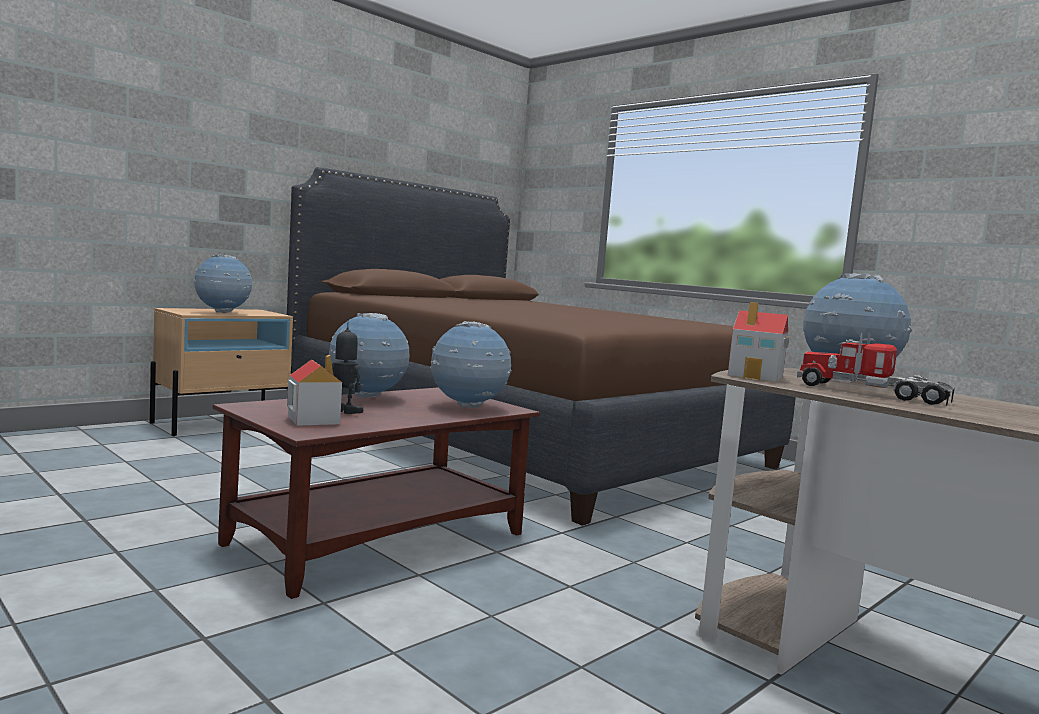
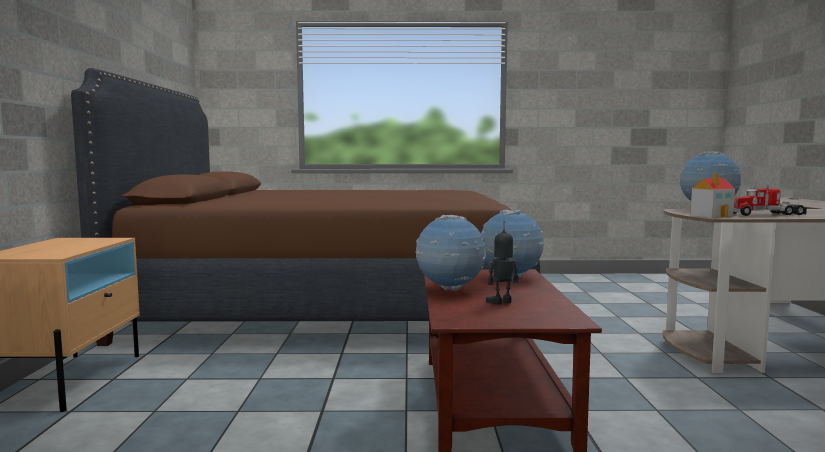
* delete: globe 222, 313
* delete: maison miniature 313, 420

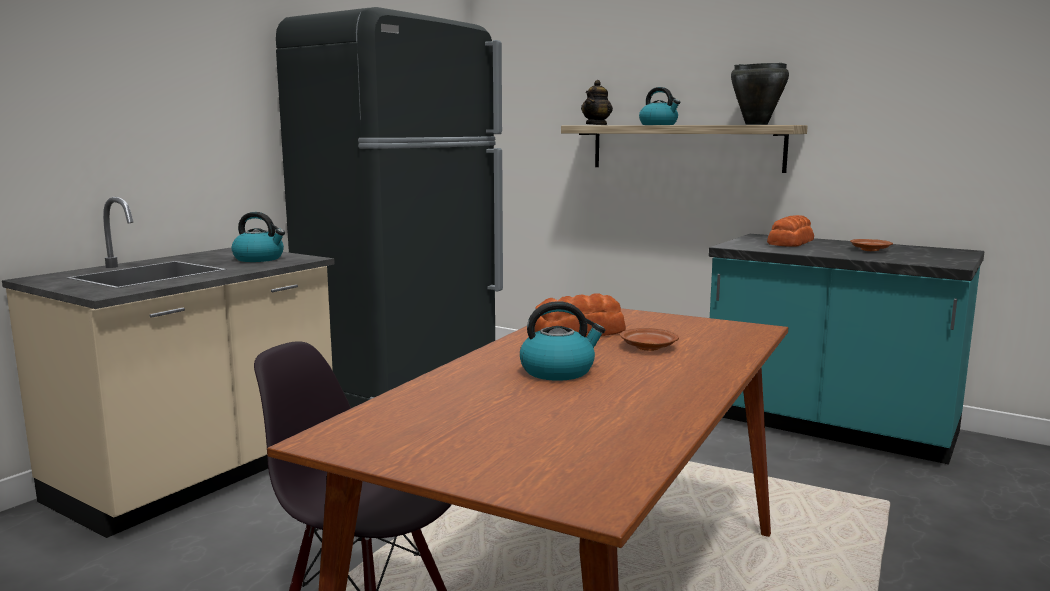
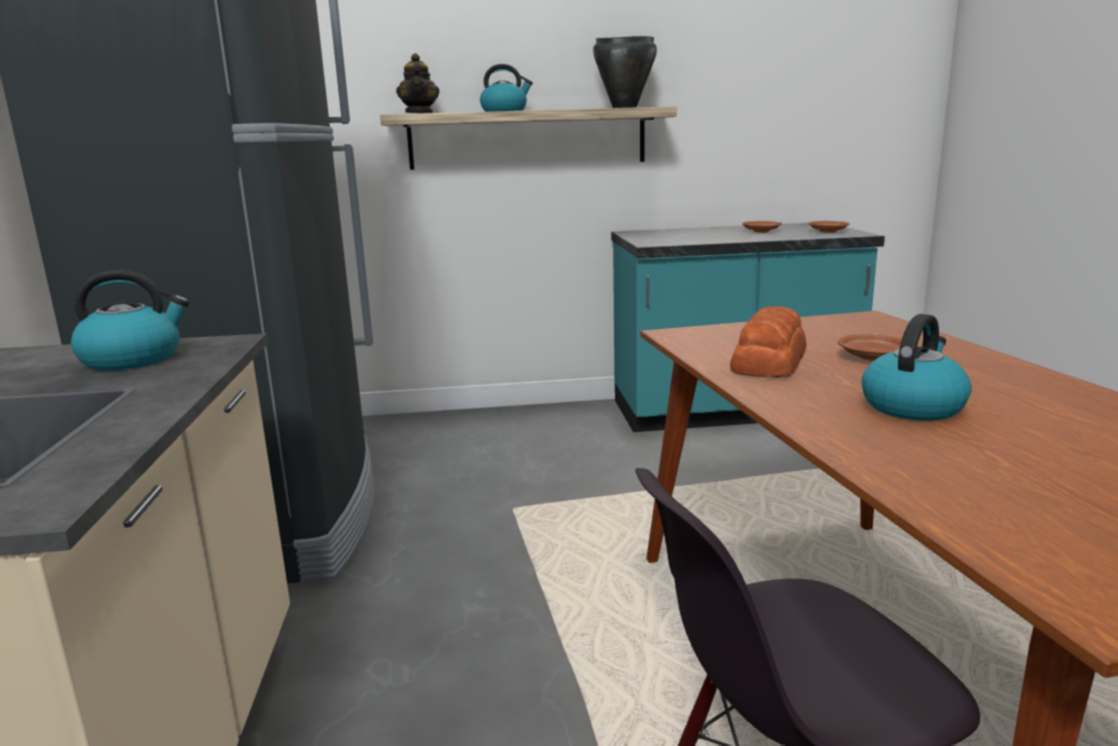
* delete: pain 790, 242
* insert: assiette/marron 827, 231

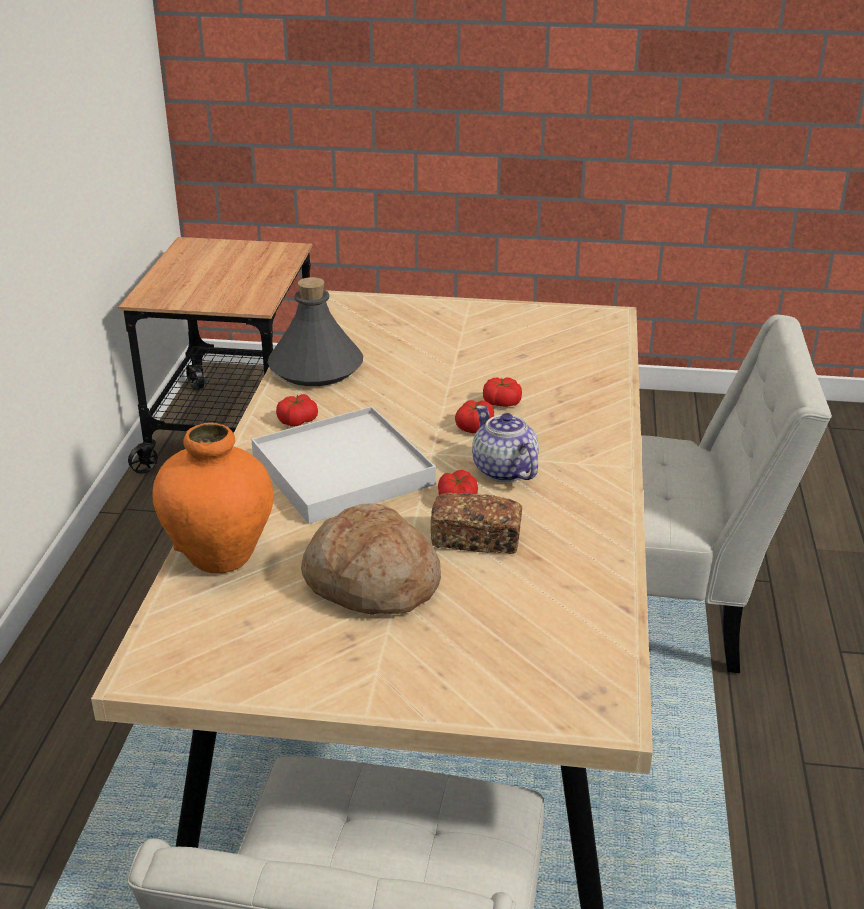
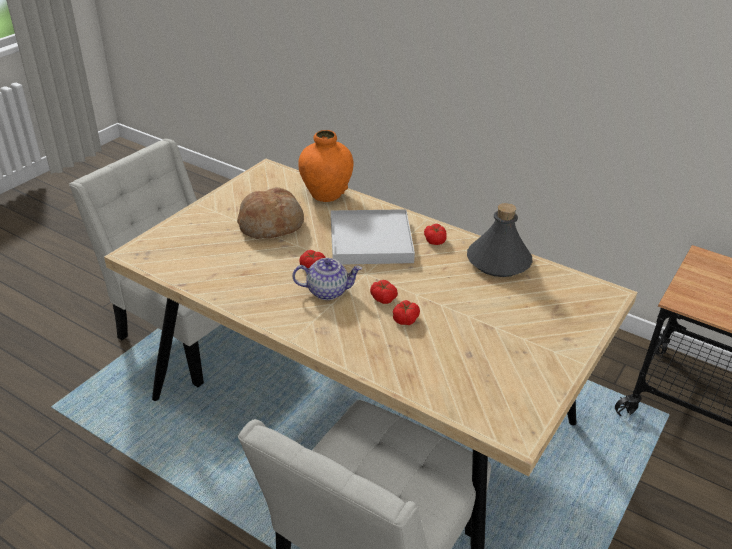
* delete: pain 476, 539

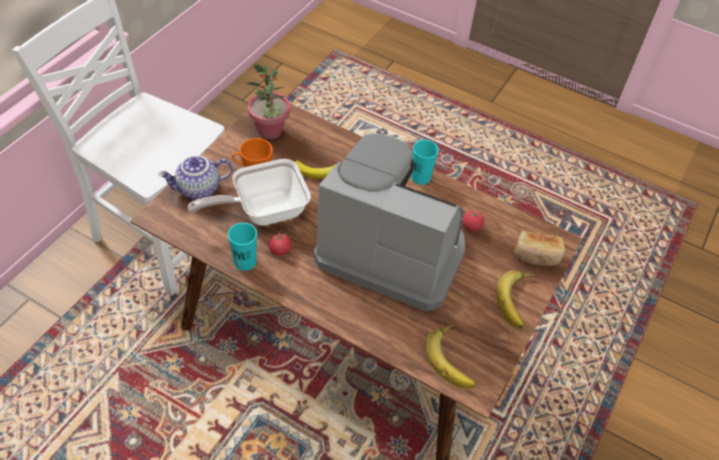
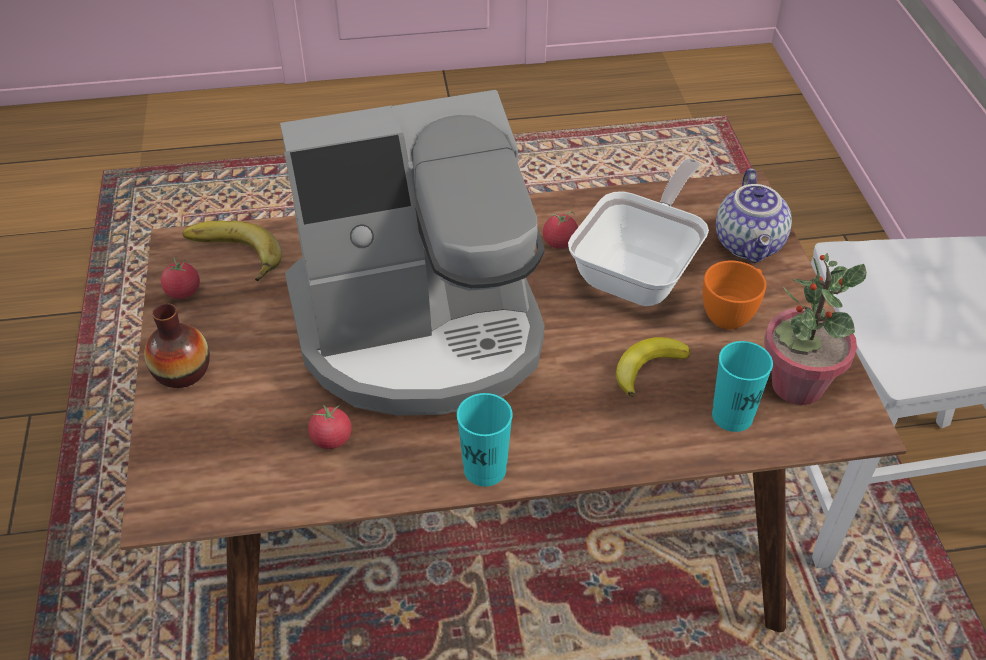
* rotate: théière 198, 190 = 750, 245 150 degrees clockwise
* move: tasse/turquoise 245, 262 to 732, 416
* delete: pain 536, 255
* replace: banane 519, 301 to vase 182, 372
* insert: tomate 183, 292

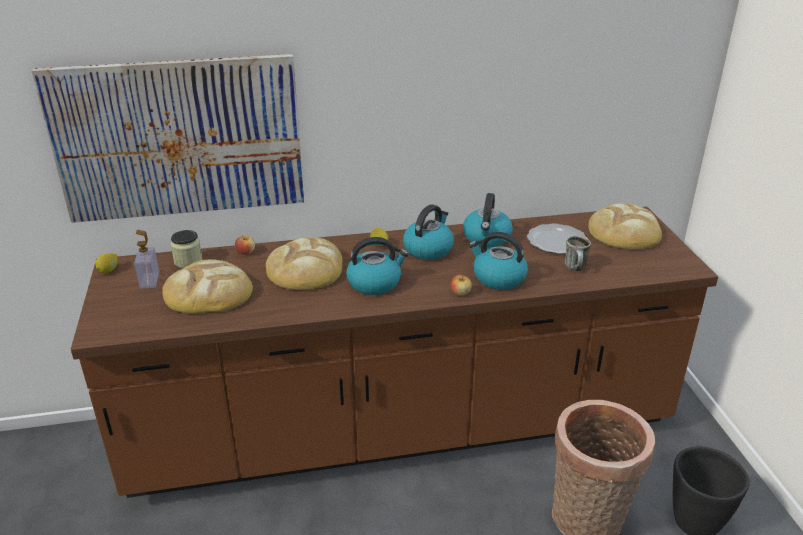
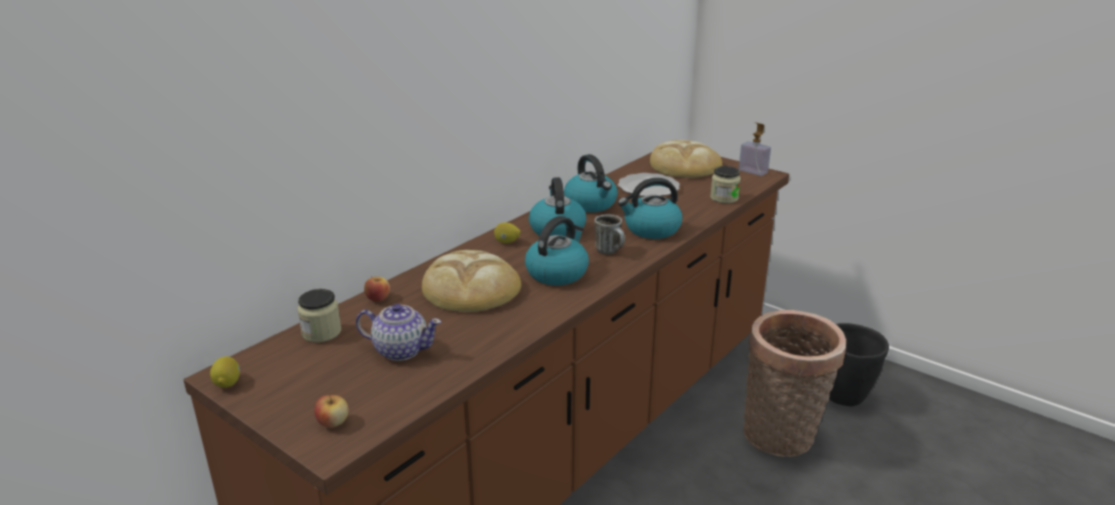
* delete: tableau 179, 139
* move: distributeur de savon 149, 280 to 753, 171
* move: mug 576, 269 to 611, 251
* replace: pain 208, 292 to théière 400, 350
* move: pomme 460, 293 to 333, 423
* insert: bocal 724, 198

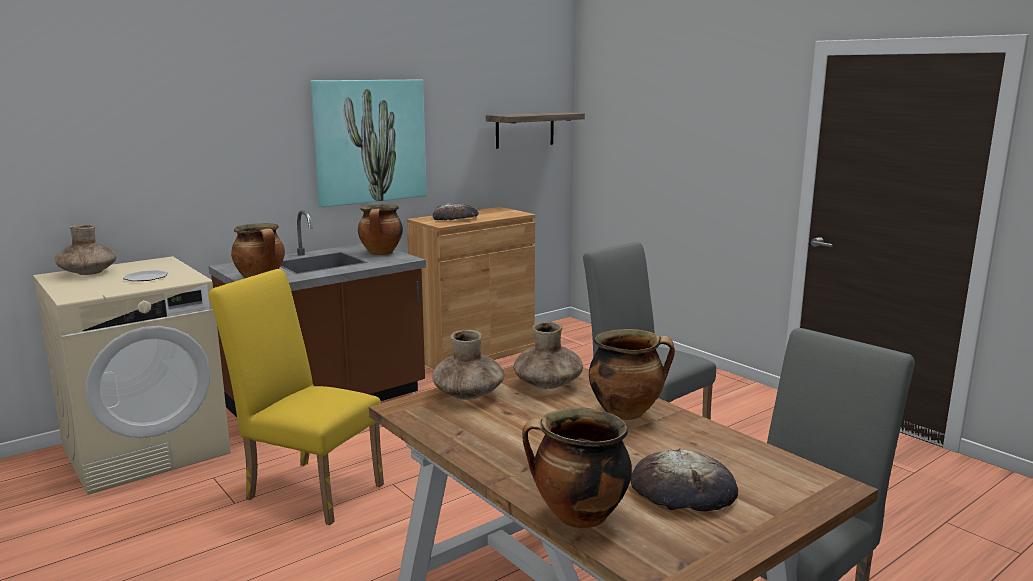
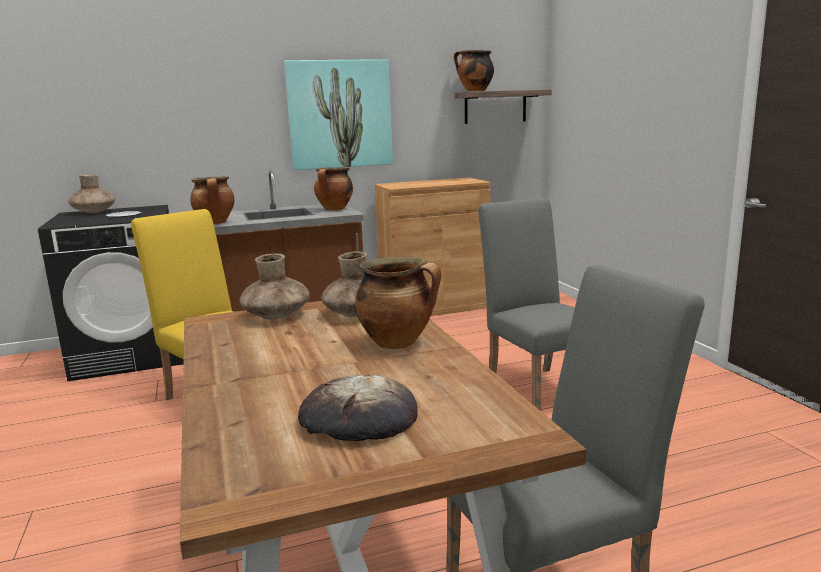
* delete: pain 456, 218
* recolor: lave-linge/beige 147, 449 to lave-linge/noir 133, 355
* move: marmite 577, 517 to 474, 91

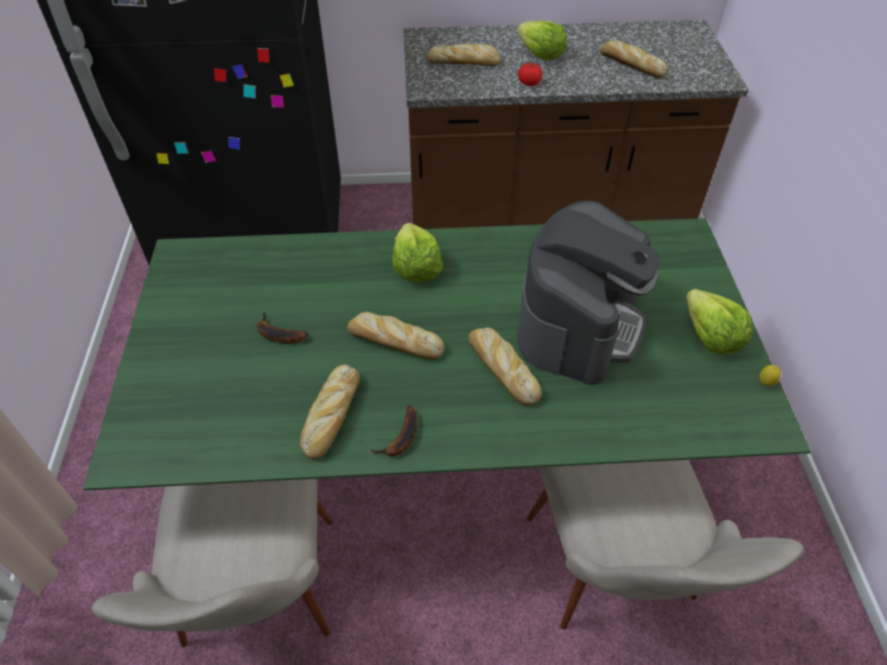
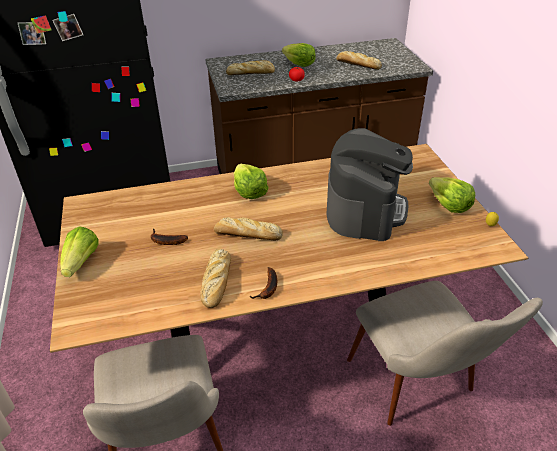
* recolor: table à manger/vert 443, 458 to table à manger/marron 280, 331
* delete: pain 501, 368
* insert: laitue 81, 262

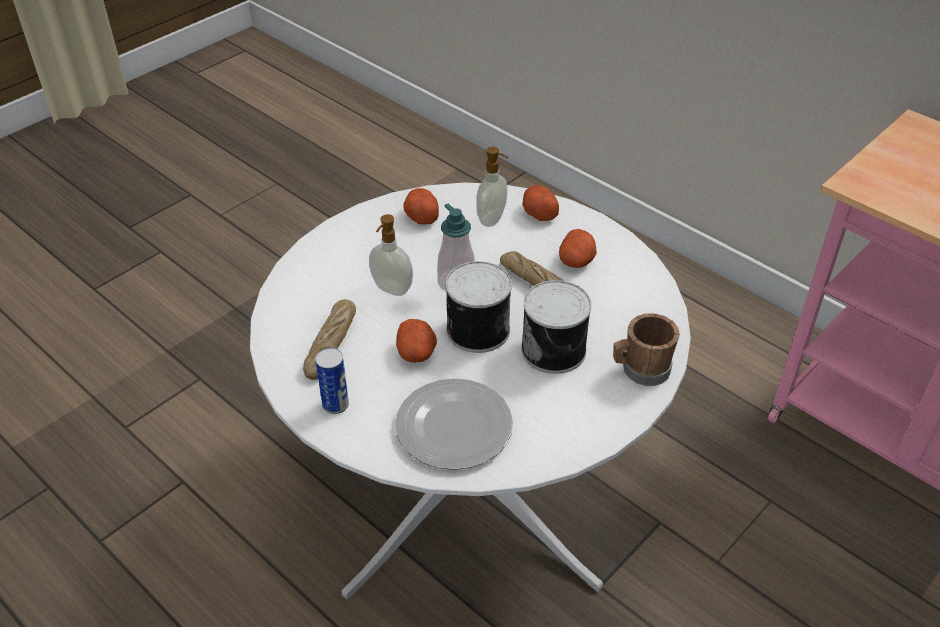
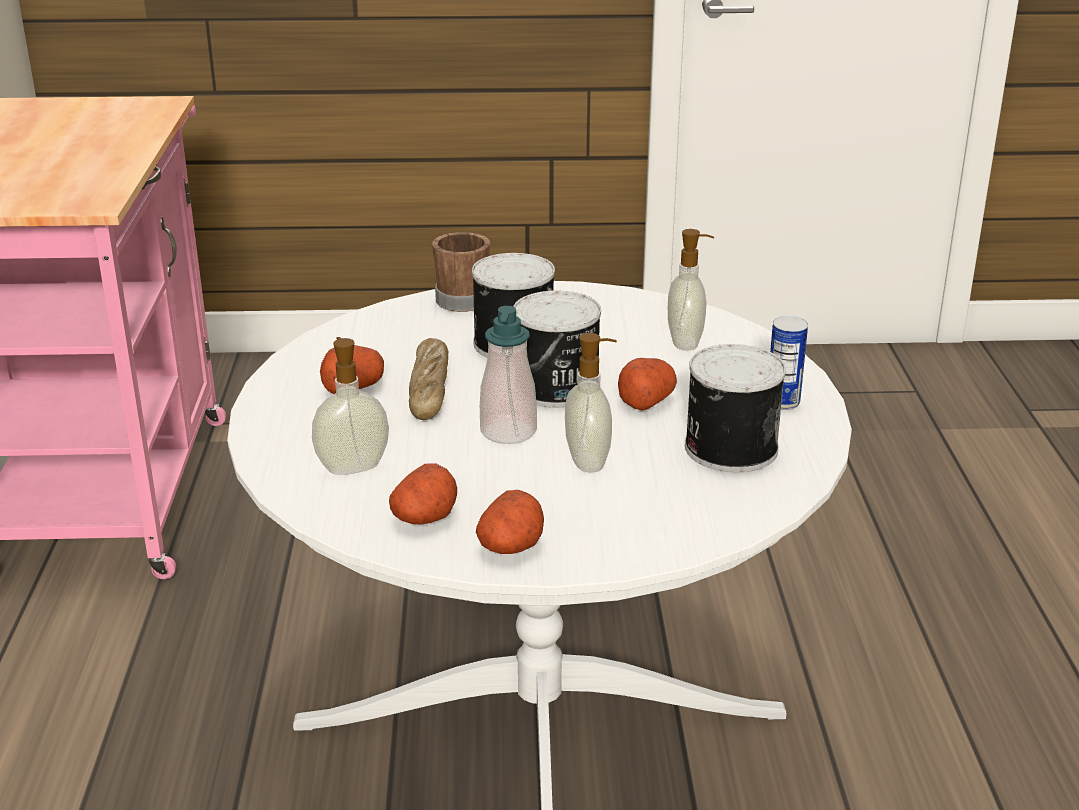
* move: pomme de terre 539, 213 to 511, 545
* replace: pain 331, 344 to boîte métallique 728, 447
* replace: assiette 455, 427 to distributeur de savon 686, 343

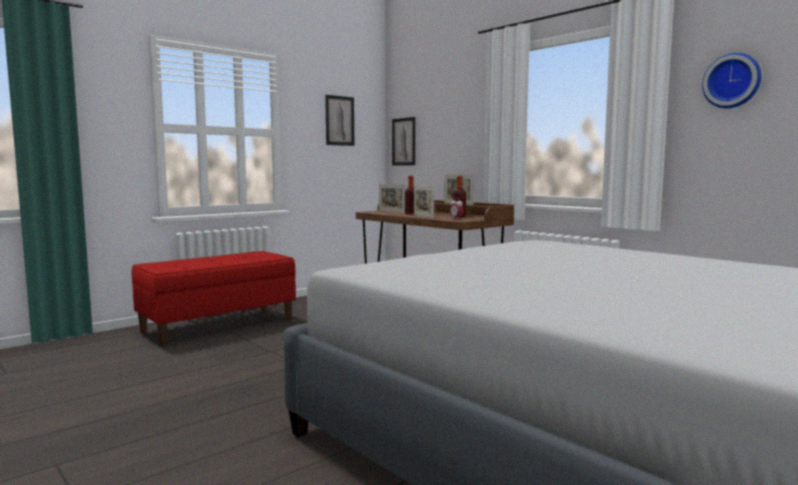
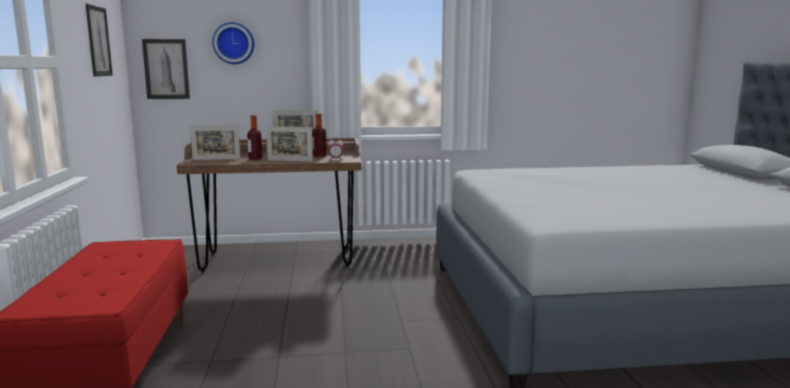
* move: horloge murale 732, 81 to 234, 43

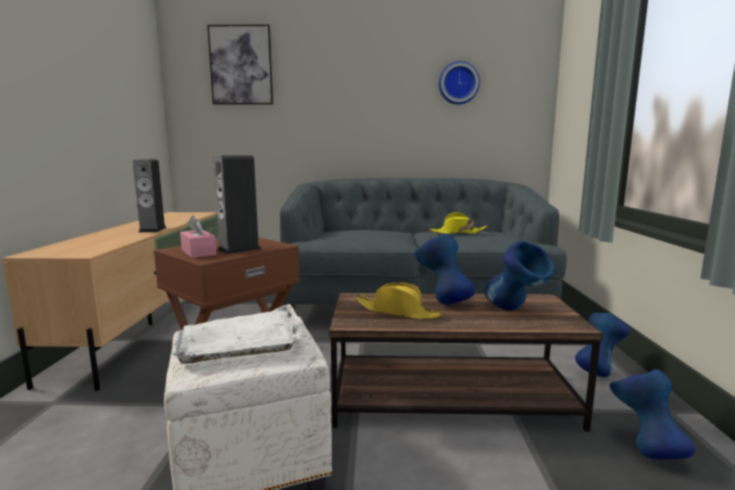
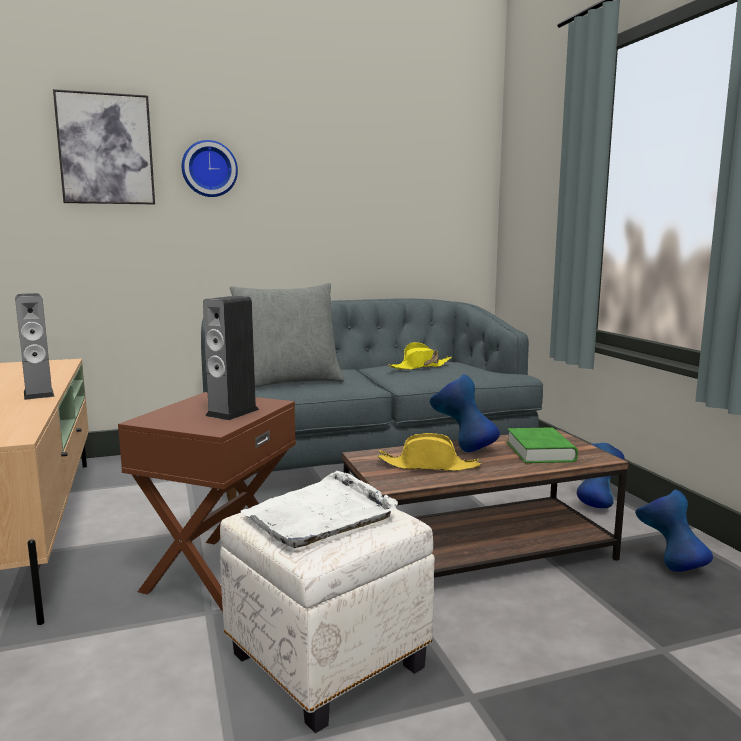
* move: horloge murale 458, 83 to 209, 169
* delete: boîte à mouchoirs/rose 198, 252
* replace: vase/bleu 515, 312 to livre/vert 540, 451
* insert: coussin/gris 289, 382

